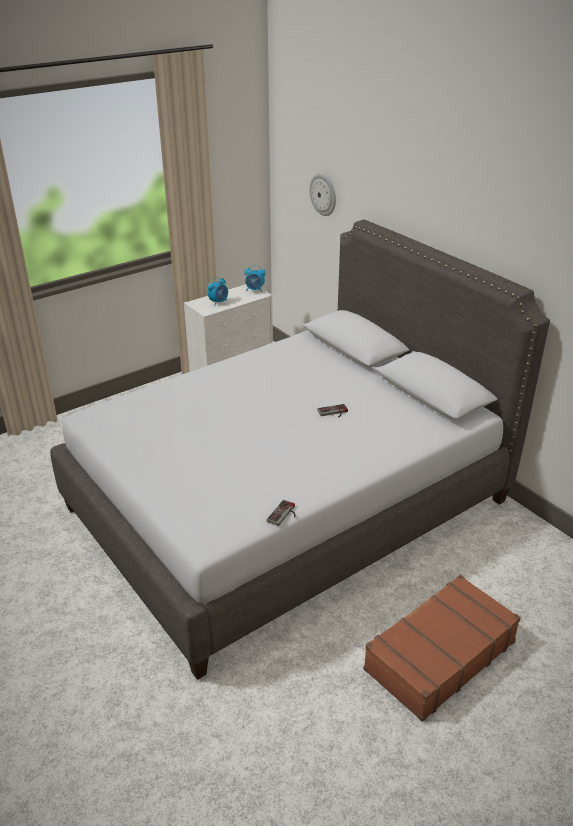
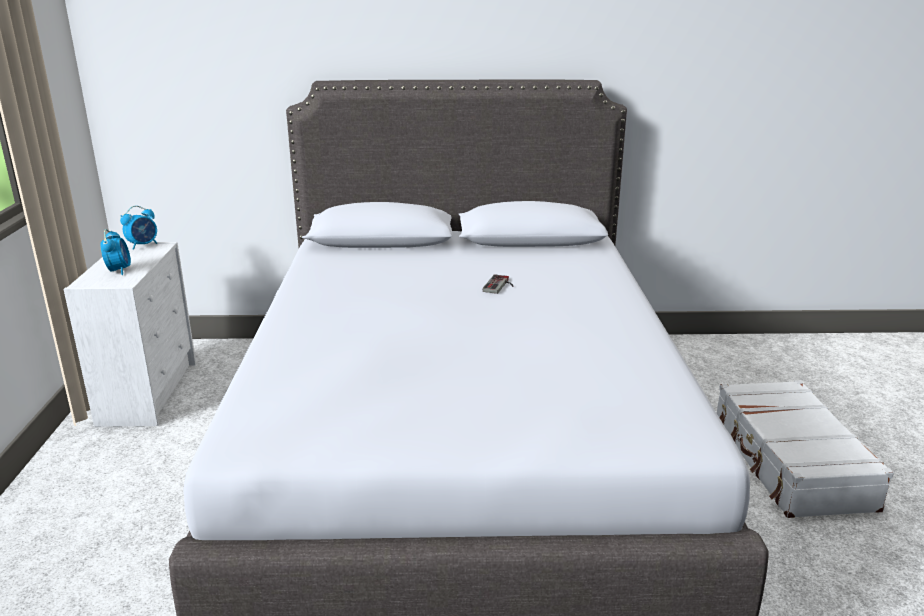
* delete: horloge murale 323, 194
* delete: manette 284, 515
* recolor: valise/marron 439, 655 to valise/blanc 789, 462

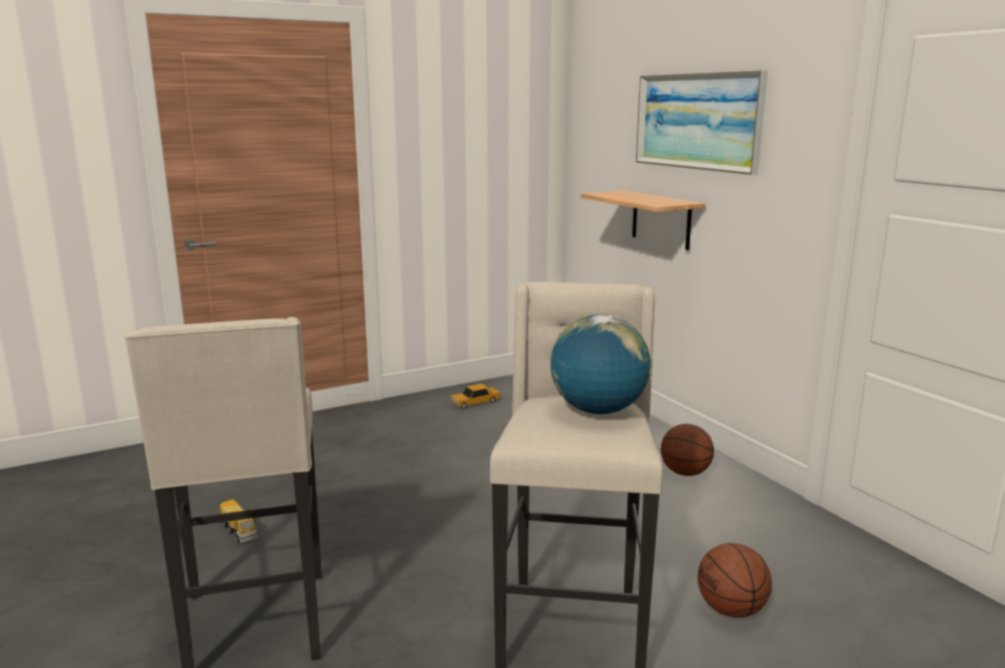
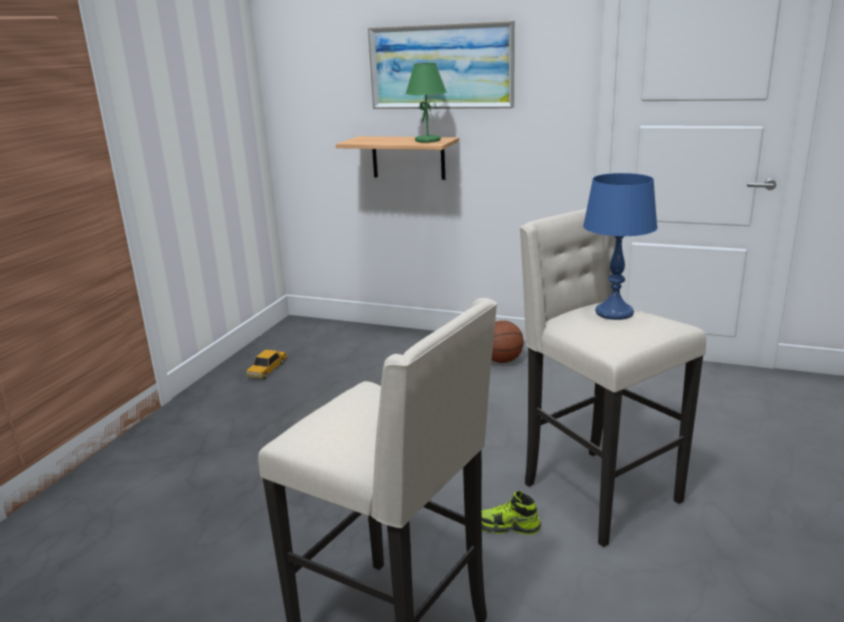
* replace: globe 598, 411 to lampe de table/bleu 613, 312
* delete: camion jouet 239, 532
* delete: ballon de basket 731, 610
* insert: lampe de table/vert 427, 140
* insert: chaussure 507, 527

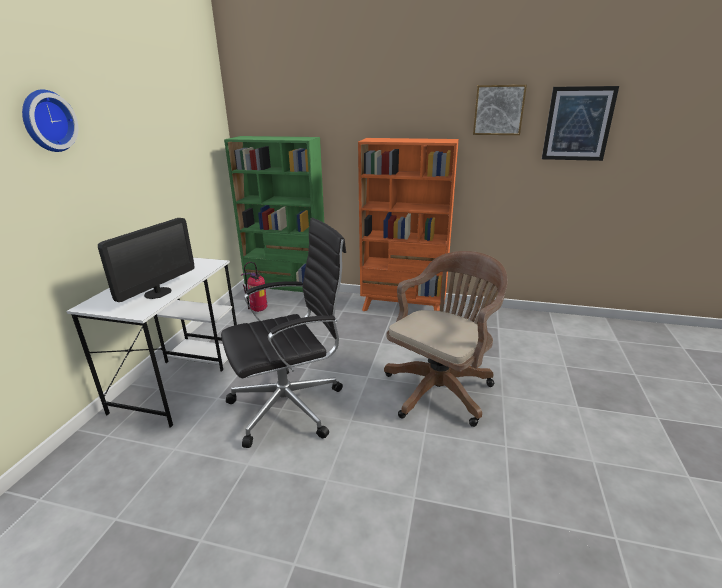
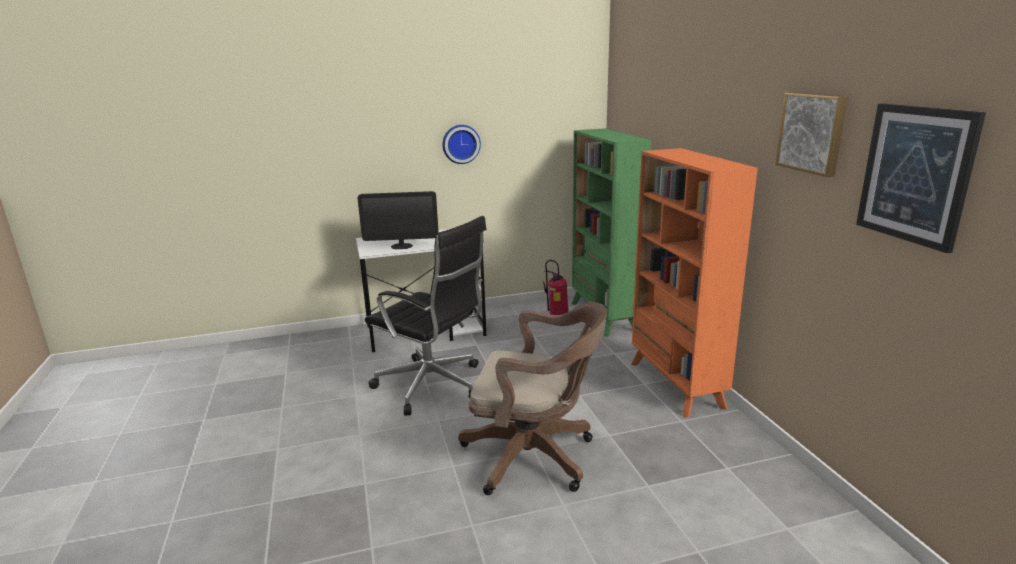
* move: horloge murale 46, 121 to 460, 144

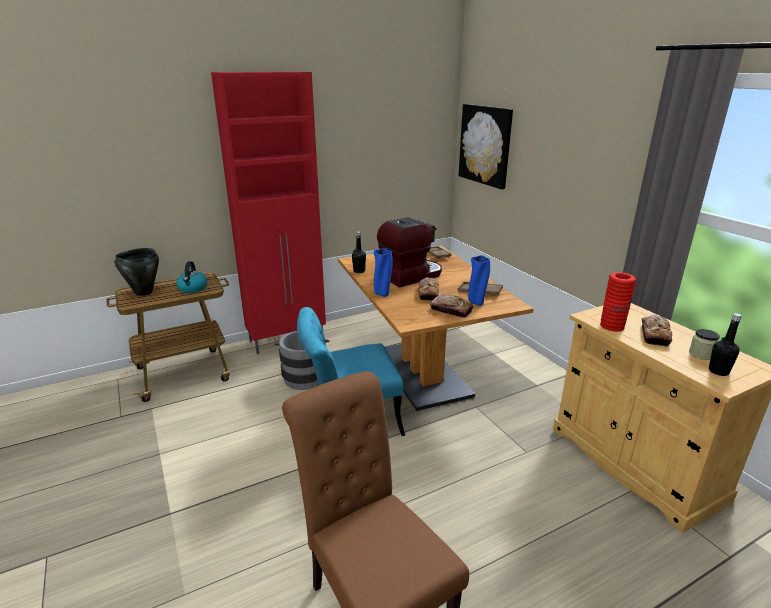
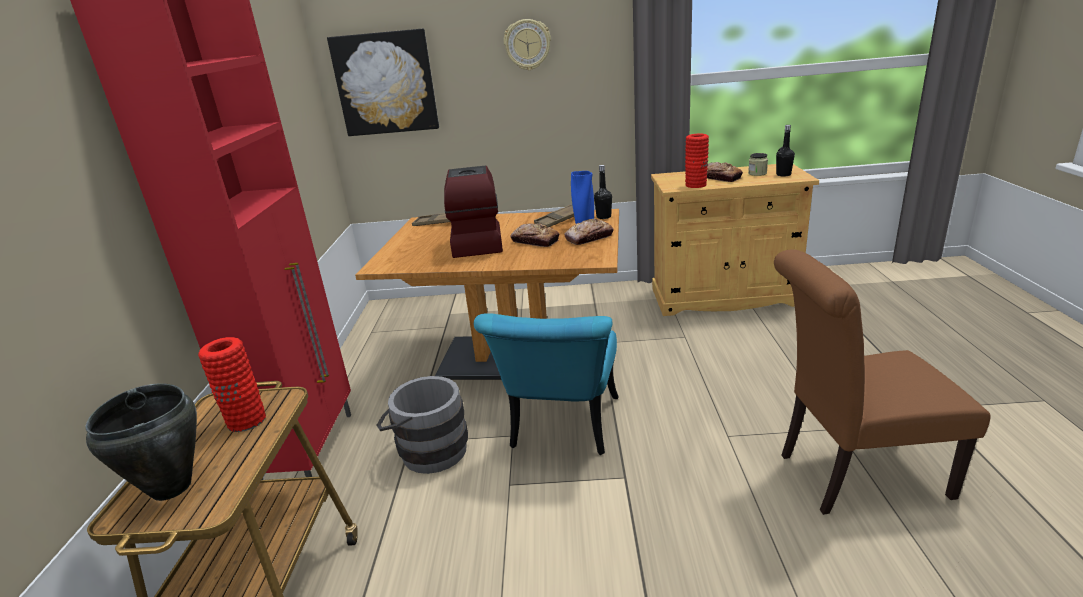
* move: bouteille/noir 359, 271 to 603, 217
* delete: vase/bleu 382, 294
* replace: bouilloire 193, 288 to vase/rouge 246, 420
* insert: horloge murale 527, 44

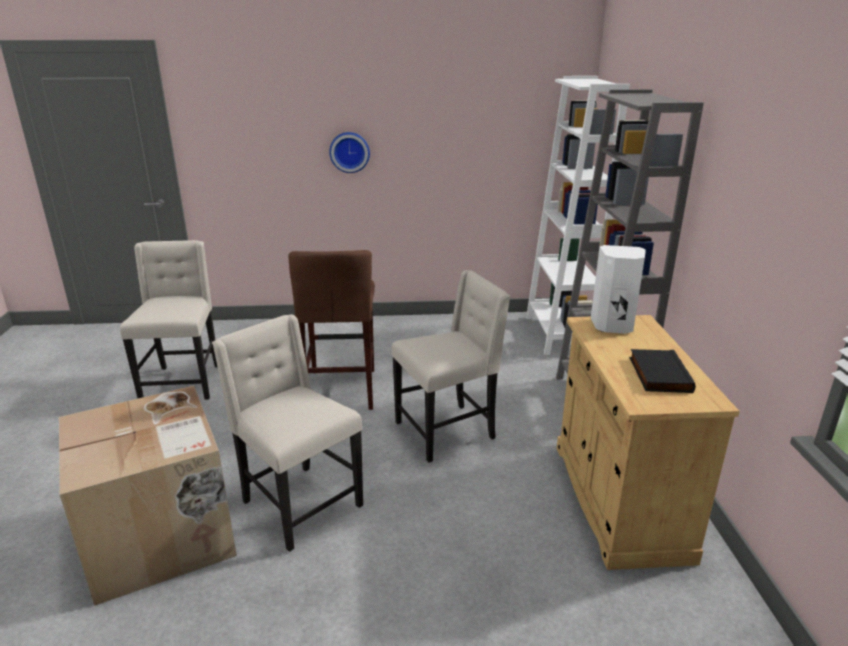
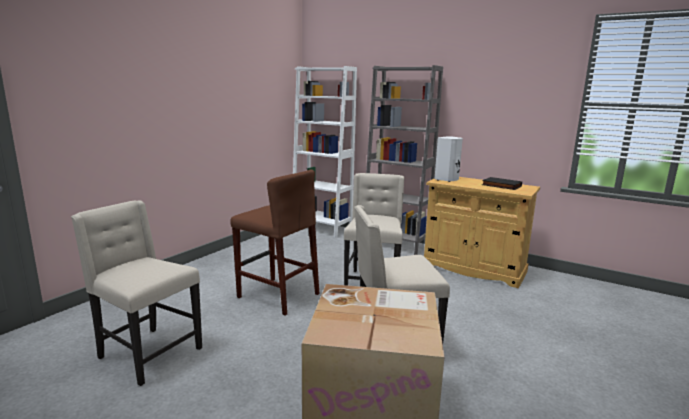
* delete: horloge murale 349, 152

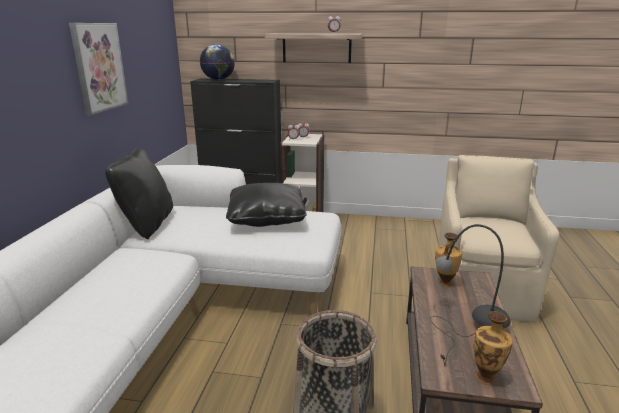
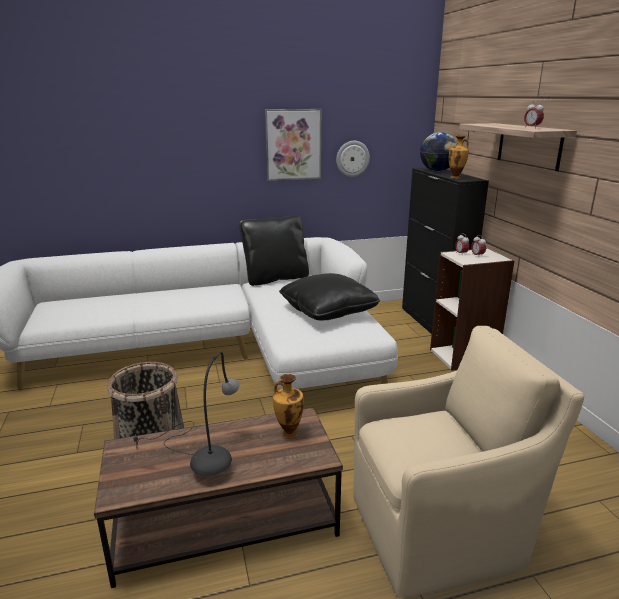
* move: vase 486, 377 to 456, 178
* insert: horloge murale 352, 158

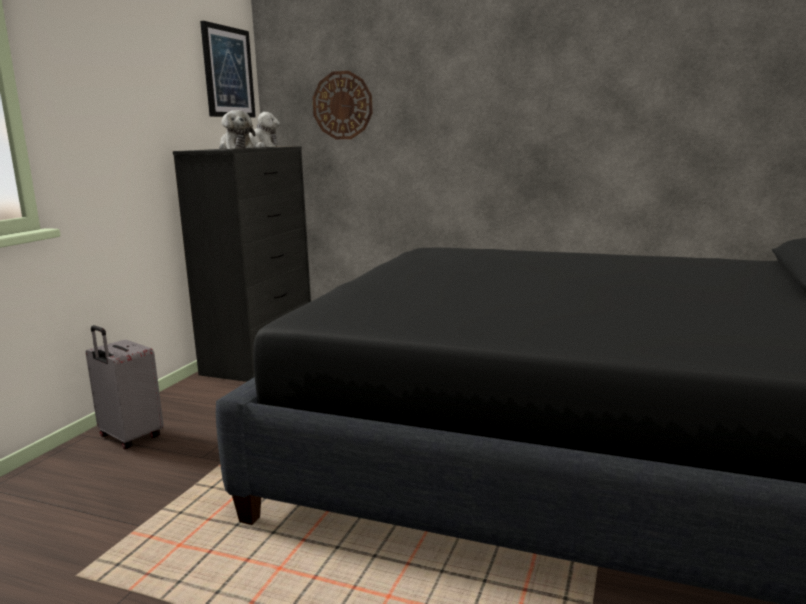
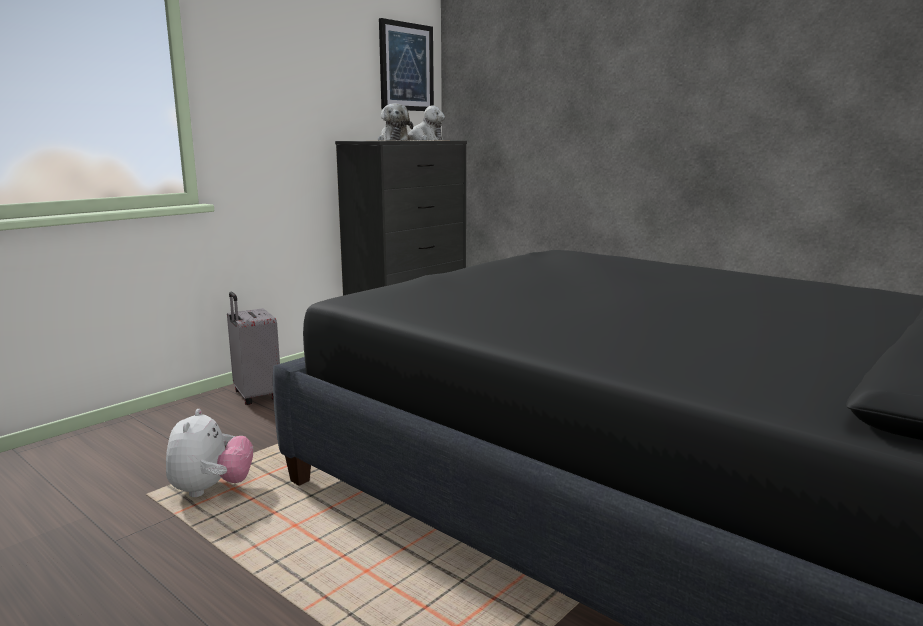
* delete: horloge murale 342, 105
* insert: peluche 211, 489

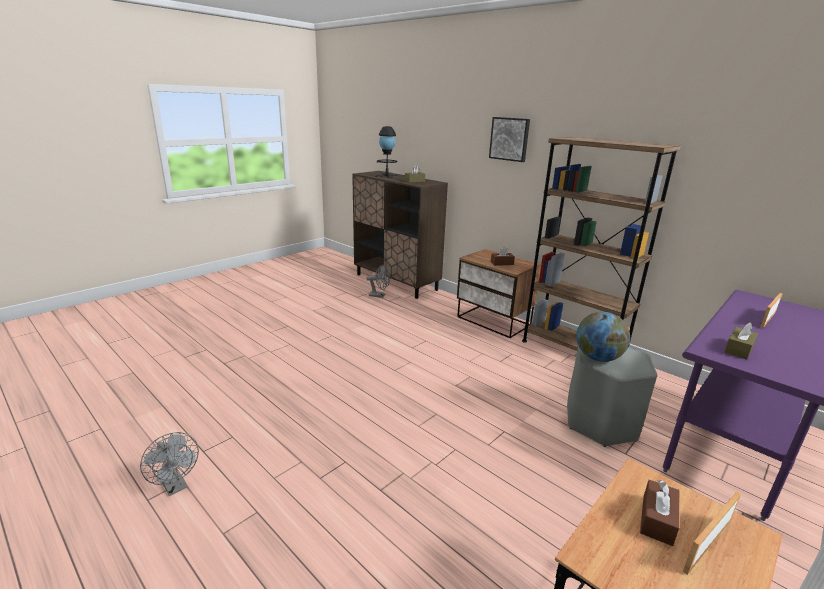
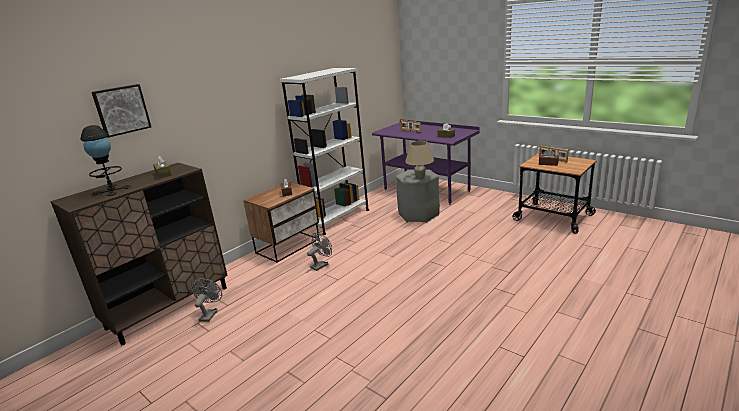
* move: tableau 510, 139 to 121, 110
* recolor: bibliothèque/marron 572, 350 to bibliothèque/blanc 337, 218
* replace: globe 597, 358 to lampe de table/beige 420, 177
* move: ventilateur/gris 176, 486 to 321, 265

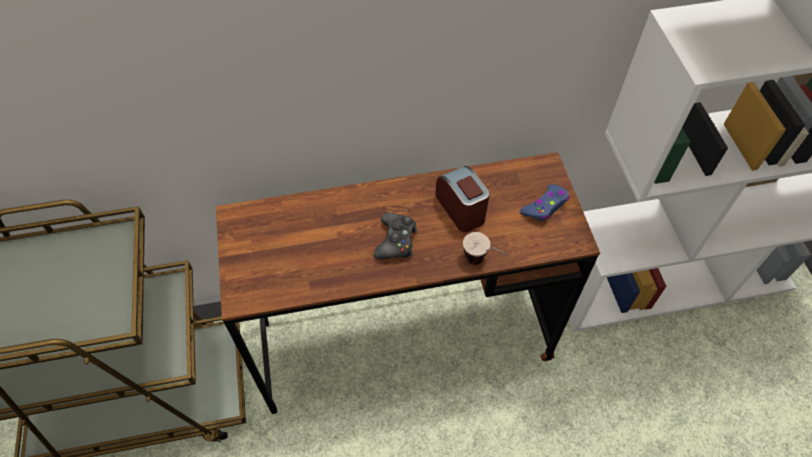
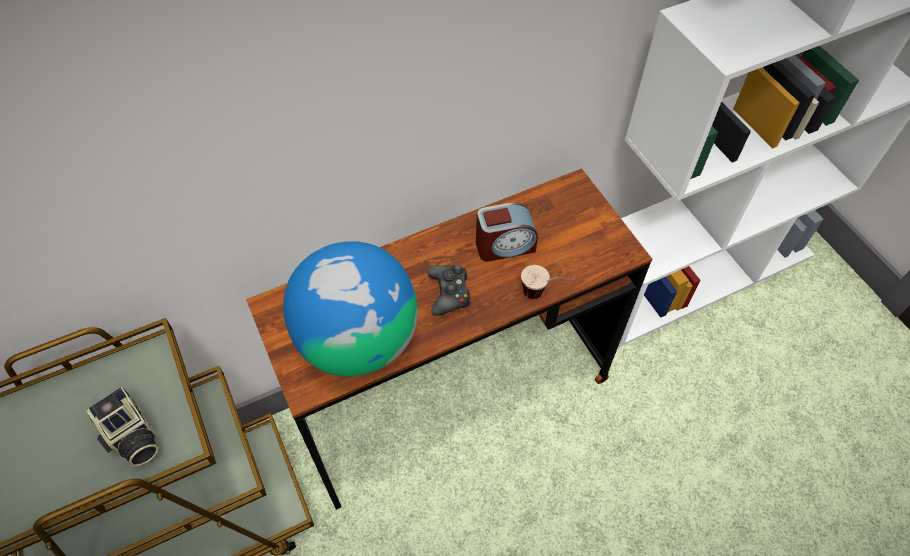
* rotate: réveil 461, 209 = 504, 246 120 degrees clockwise
* delete: manette/bleu 545, 206
* insert: globe 358, 340
* insert: appareil photo 131, 437

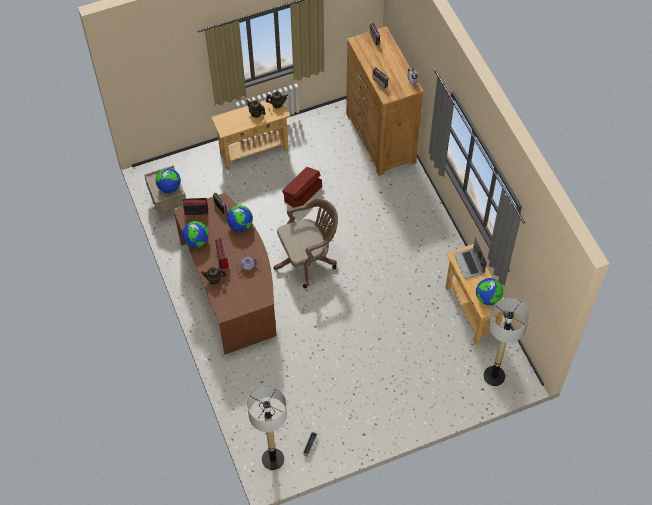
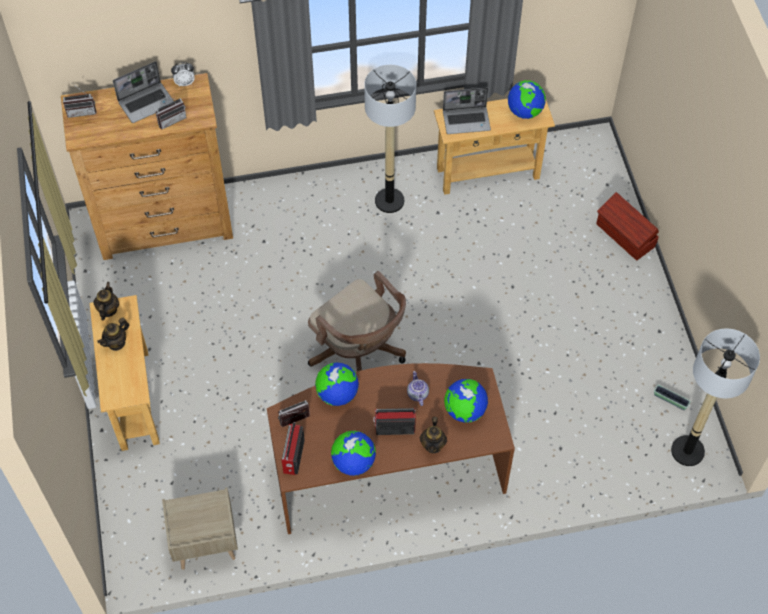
* move: boîte de rangement/marron 302, 194 to 625, 236
* move: globe 169, 187 to 464, 410
* rotate: chaise de bureau/marron 308, 259 = 360, 354 150 degrees clockwise
* move: lampadaire 494, 376 to 389, 201
* insert: ordinateur portable 147, 103

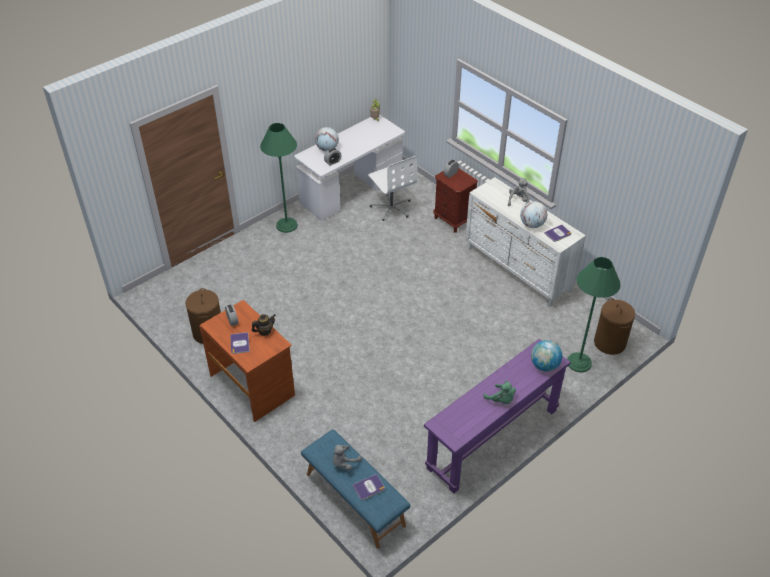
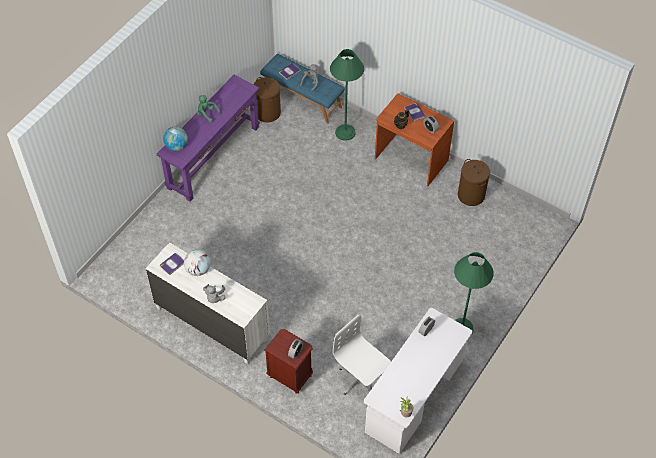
* delete: globe 327, 149
* move: lampadaire/vert 579, 362 to 345, 132
* move: panier à linge/marron 610, 343 to 267, 112

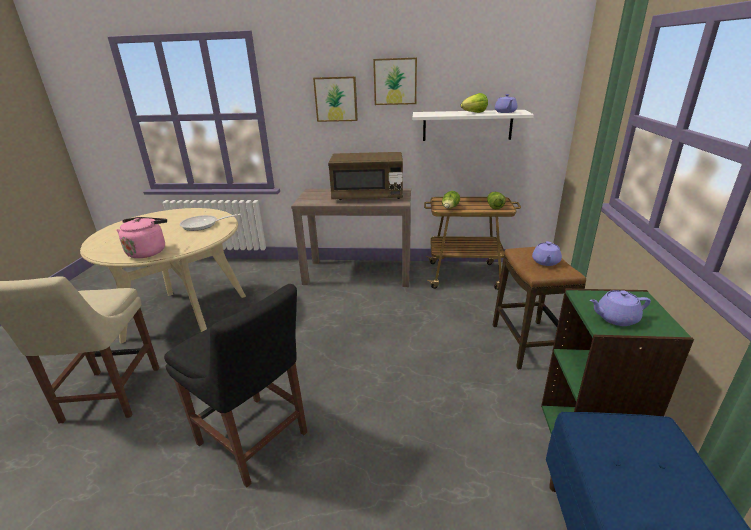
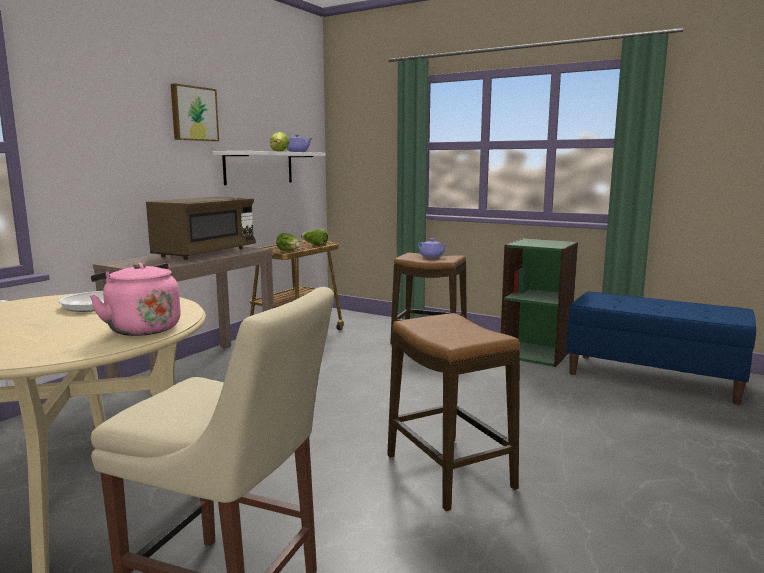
* delete: tableau 336, 99
* replace: chaise/noir 255, 441 to tabouret 449, 472
* delete: théière/violet 615, 318

